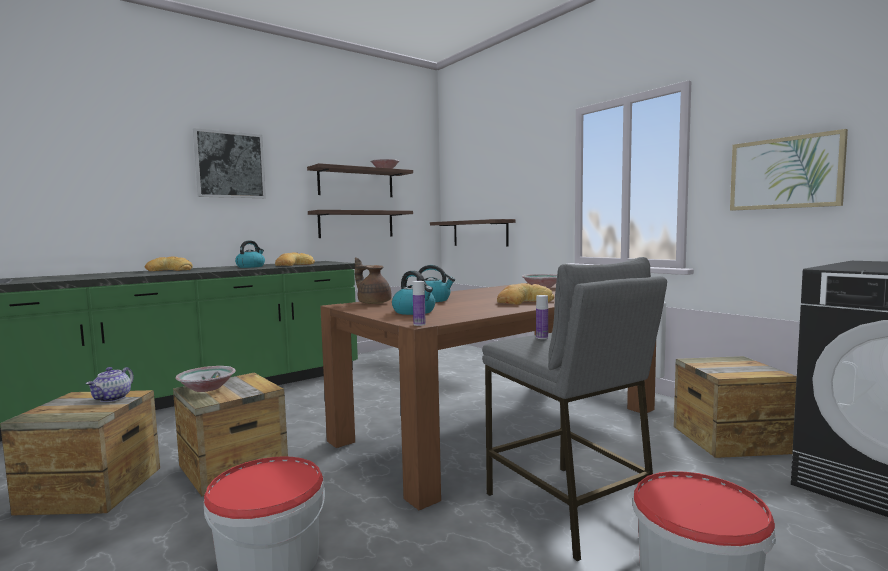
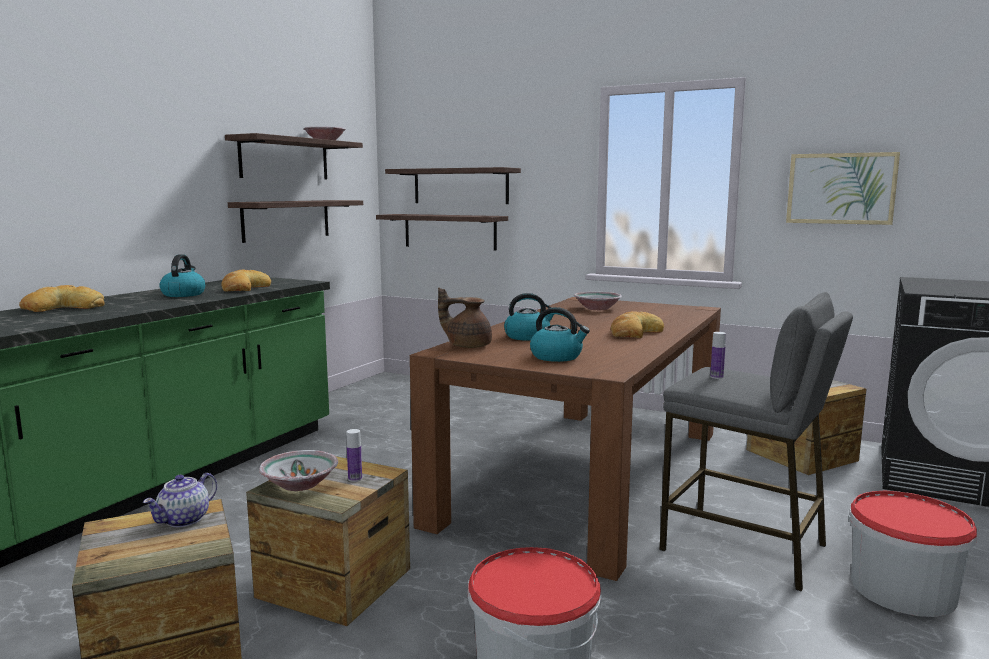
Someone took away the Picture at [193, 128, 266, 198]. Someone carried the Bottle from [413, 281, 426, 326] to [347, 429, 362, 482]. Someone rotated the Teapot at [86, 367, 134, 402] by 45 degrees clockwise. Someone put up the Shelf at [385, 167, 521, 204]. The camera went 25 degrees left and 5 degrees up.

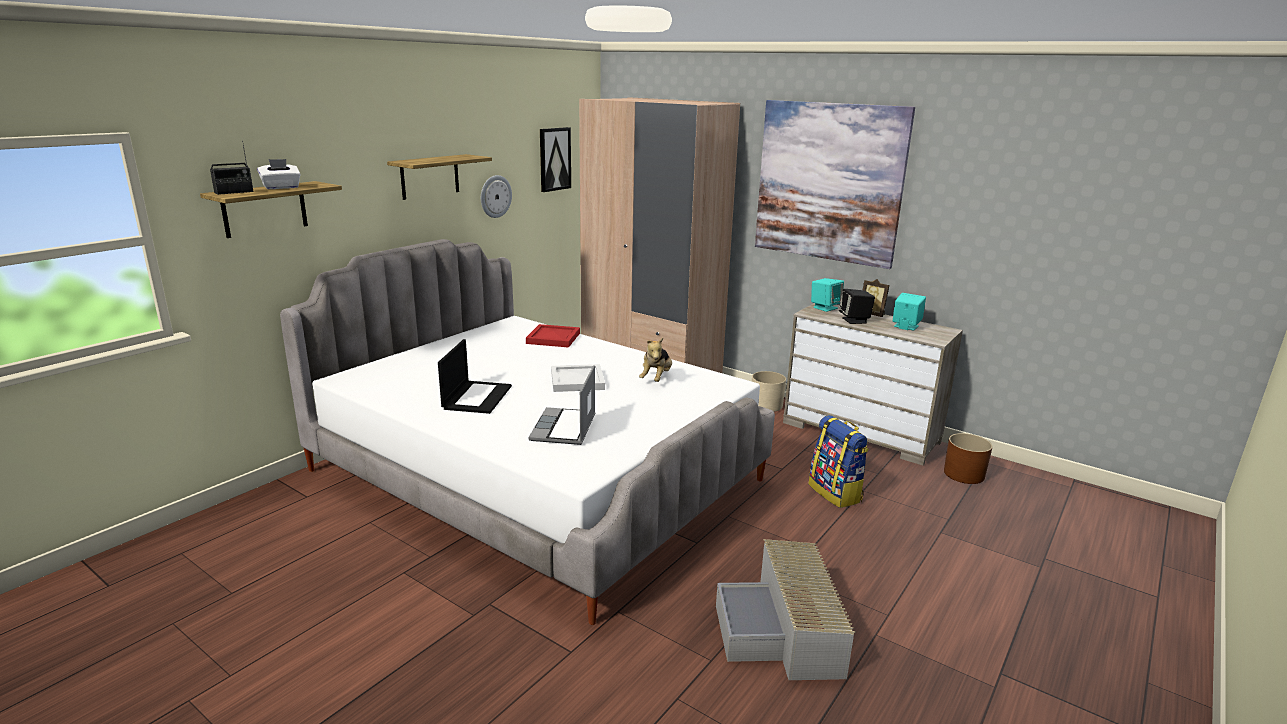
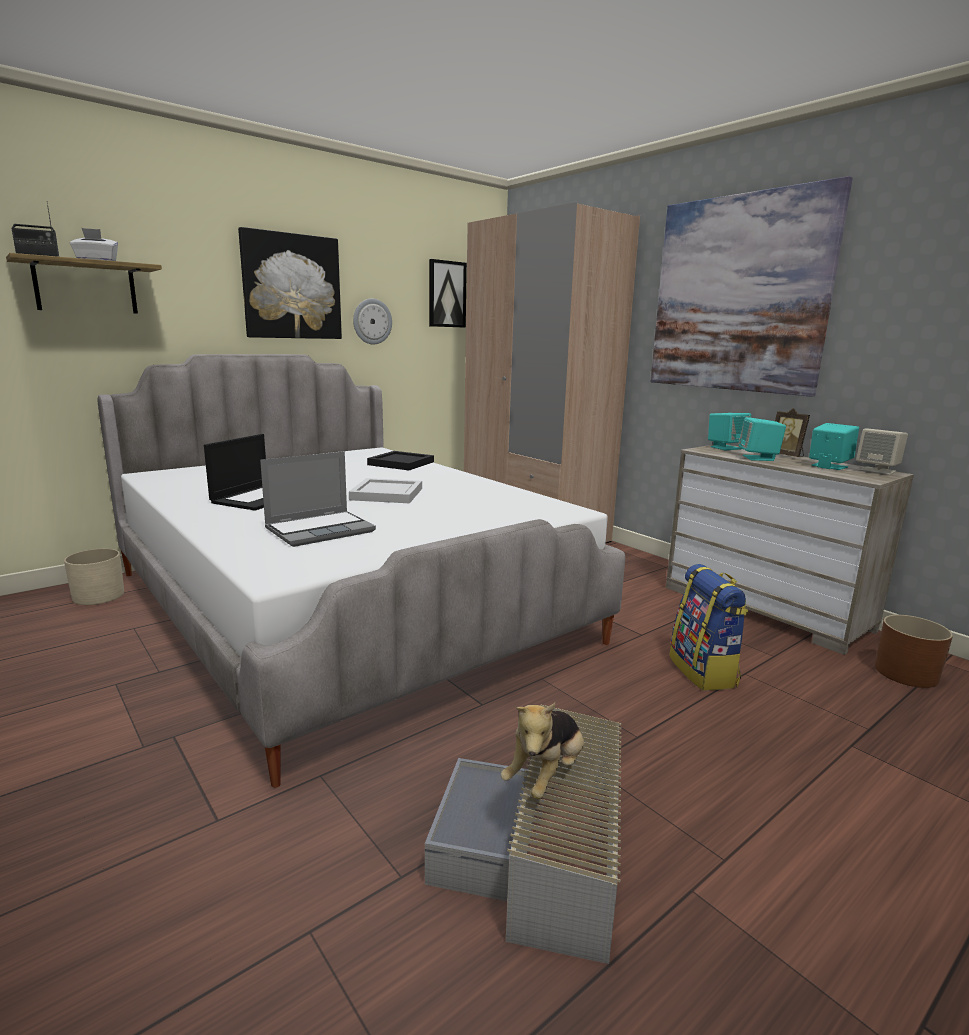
Someone swapped the Shelf at [387, 154, 492, 200] for the Picture at [238, 227, 342, 339]. Someone repainted the BlackSpeaker at [839, 289, 875, 324], which became the TurquoiseSpeaker at [739, 417, 786, 461]. Someone repainted the RedTray at [526, 324, 580, 348], which became the BlackTray at [367, 451, 434, 470]. Someone carried the PlushToy from [639, 338, 672, 382] to [501, 703, 584, 799]. Someone rotated the Laptop at [529, 365, 595, 445] by 150 degrees counterclockwise. Someone carried the BeigePlanter from [752, 371, 786, 412] to [64, 548, 124, 605]. Someone put down the BeigeSpeaker at [856, 428, 908, 475]. The camera went 15 degrees right and 5 degrees down.

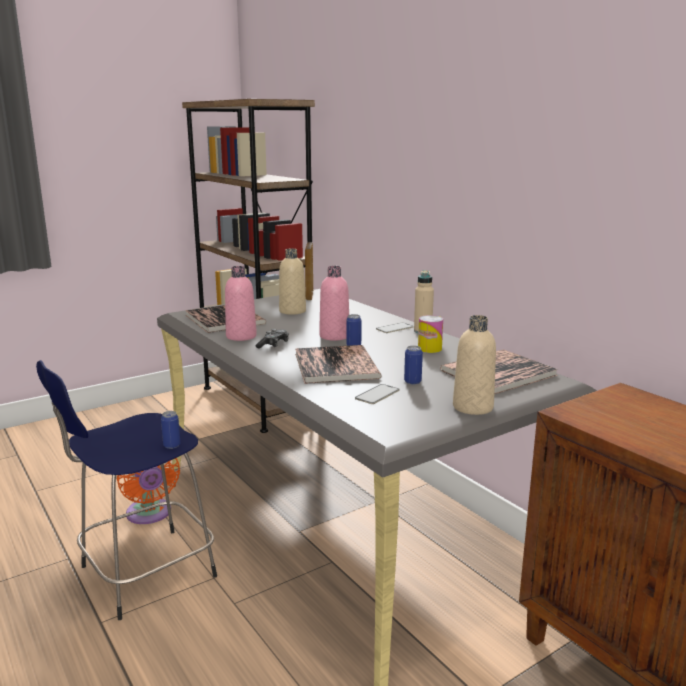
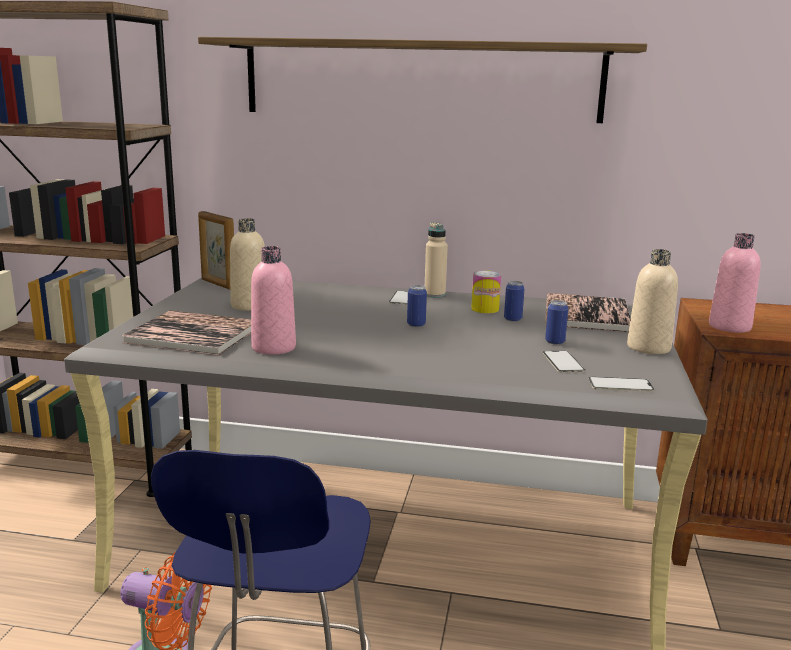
Someone carried the PinkBottle from [319, 266, 349, 341] to [709, 233, 761, 333]. Someone took away the GameController at [256, 329, 289, 348]. Someone took away the Book at [295, 345, 382, 384]. Someone carried the Can from [161, 411, 180, 449] to [504, 281, 525, 321]. Someone put up the Shelf at [198, 37, 647, 123]. Someone put down the Phone at [589, 377, 654, 392]. The camera went 45 degrees left and 0 degrees up.

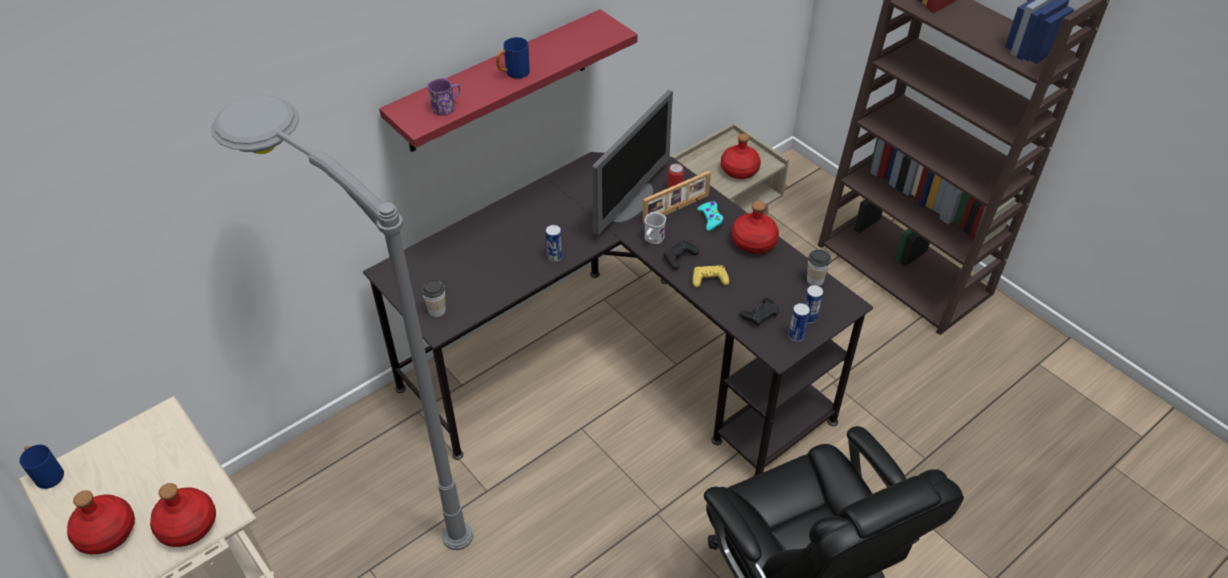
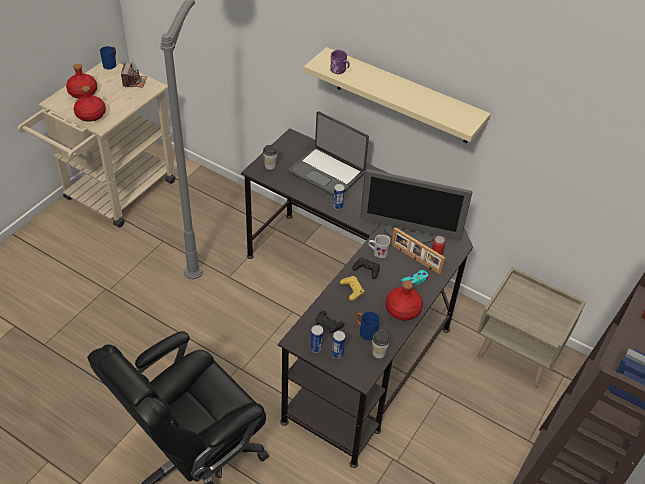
Someone repainted the RedShelf at [379, 9, 638, 152], which became the BeigeShelf at [304, 47, 491, 143]. Someone carried the BlueMug from [496, 37, 530, 79] to [356, 312, 380, 341]. Someone took away the RedBottle at [721, 133, 761, 179]. Someone put down the PhotoCamera at [121, 63, 147, 88]. Someone put down the Laptop at [289, 111, 369, 196]. The camera went 70 degrees right and 0 degrees up.

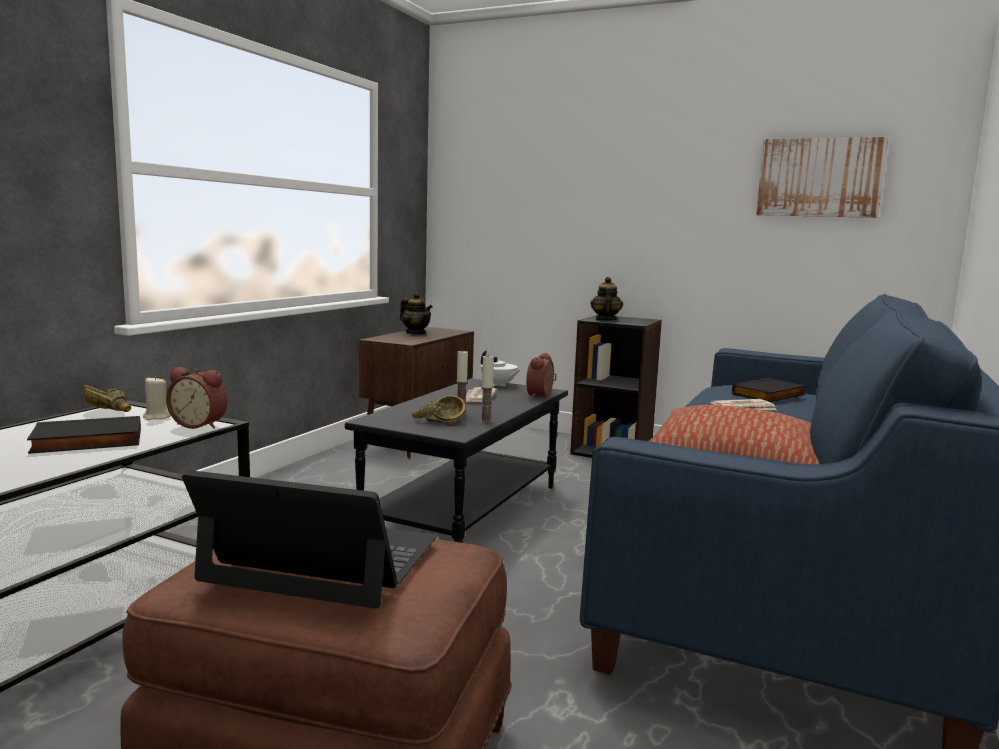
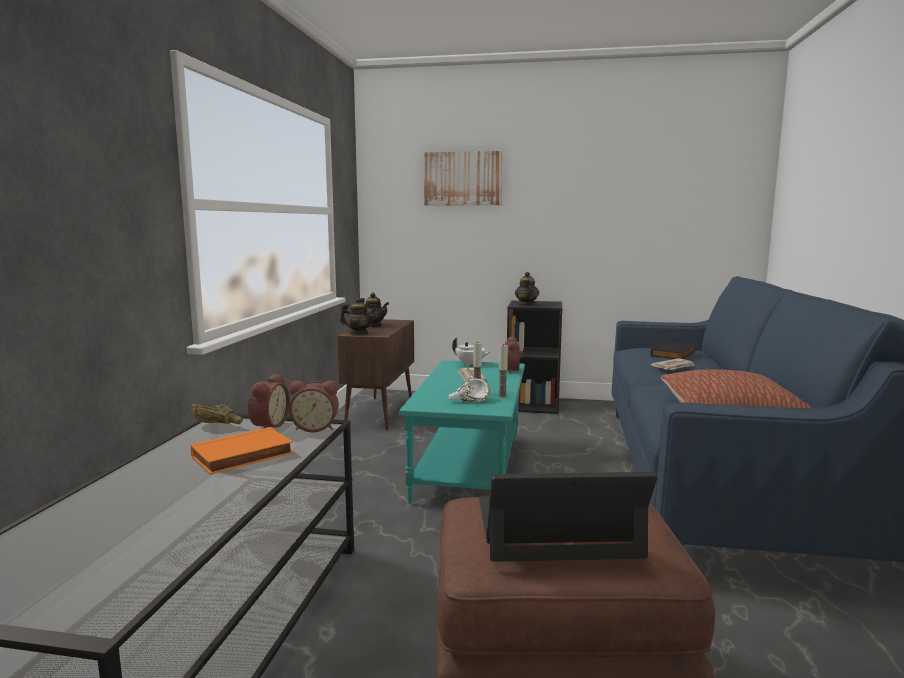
Someone carried the Picture from [756, 137, 889, 218] to [424, 151, 502, 206]. Someone swapped the BeigeCandle at [143, 376, 171, 420] for the AlarmClock at [248, 373, 290, 428]. Someone repainted the BlackCoffeeTable at [345, 378, 568, 543], which became the TurquoiseCoffeeTable at [399, 360, 525, 504]. Someone repainted the BrownBowl at [412, 395, 465, 424], which became the WhiteBowl at [448, 379, 490, 402]. Someone repainted the BlackBook at [27, 416, 141, 454], which became the OrangeBook at [191, 427, 294, 474]. Someone put down the Teapot at [340, 298, 377, 334]. The camera went 15 degrees left and 0 degrees up.

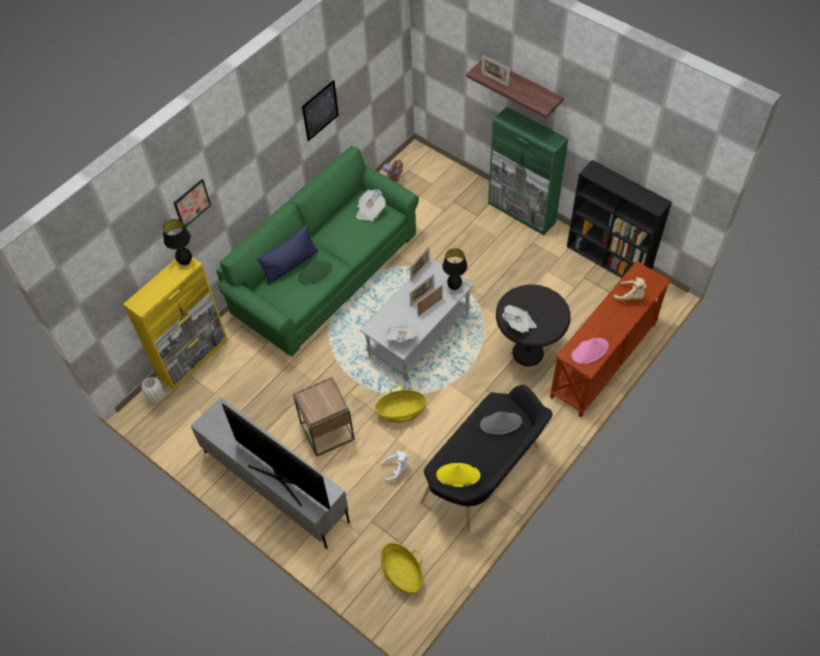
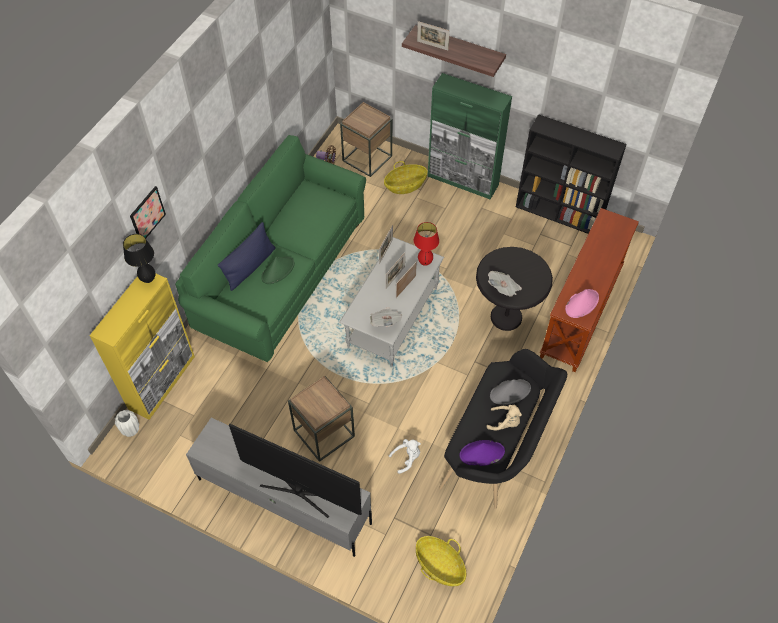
Someone took away the Picture at [302, 80, 339, 141]. Someone took away the Newspaper at [356, 189, 386, 222]. Someone repainted the BlackTableLamp at [442, 249, 467, 290], which became the RedTableLamp at [414, 222, 439, 266]. Someone carried the BeigePlushToy from [613, 277, 646, 300] to [487, 405, 522, 430]. Someone carried the Basket from [375, 385, 427, 423] to [384, 161, 427, 194]. Someone repainted the YellowHat at [436, 463, 480, 487], which became the PurpleHat at [459, 440, 505, 466]. Someone put down the BrownSideTable at [340, 102, 392, 177]. The camera went 15 degrees left and 0 degrees up.

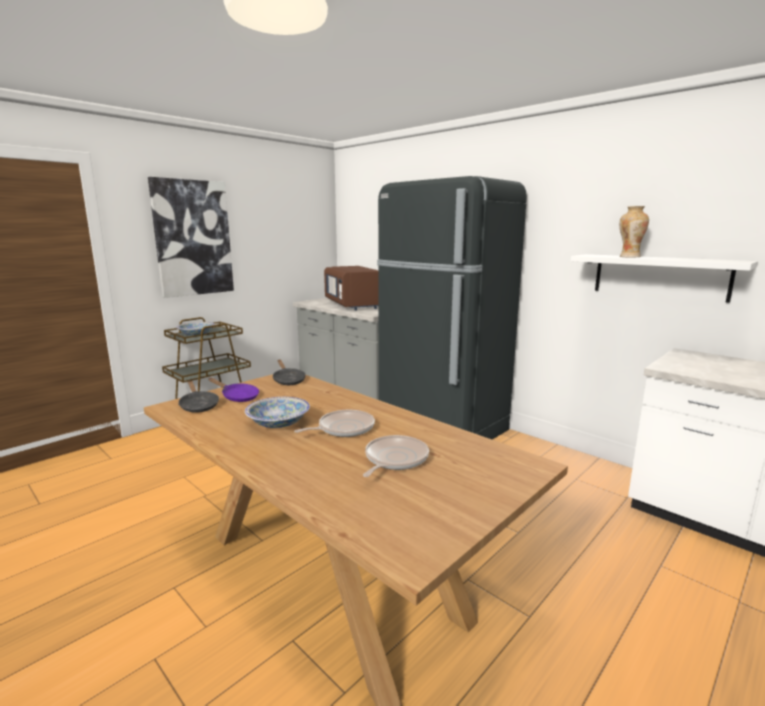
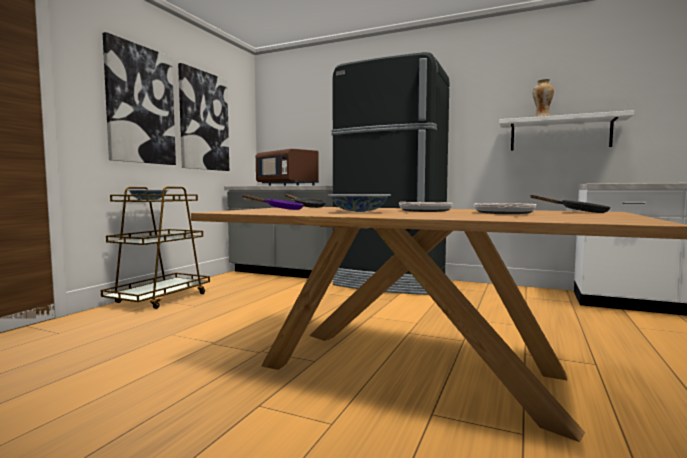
Someone carried the BlackFryingPan from [178, 381, 219, 413] to [530, 195, 611, 213]. Someone put up the Picture at [178, 63, 229, 171]. The camera went 20 degrees left and 10 degrees down.

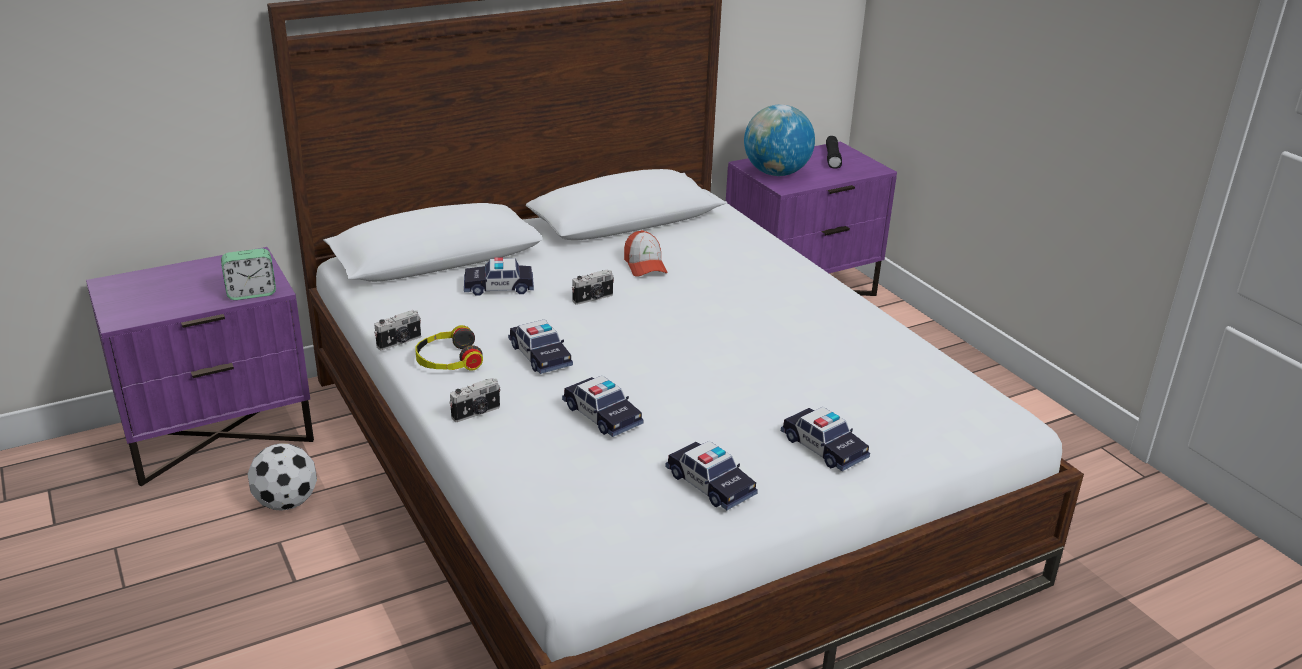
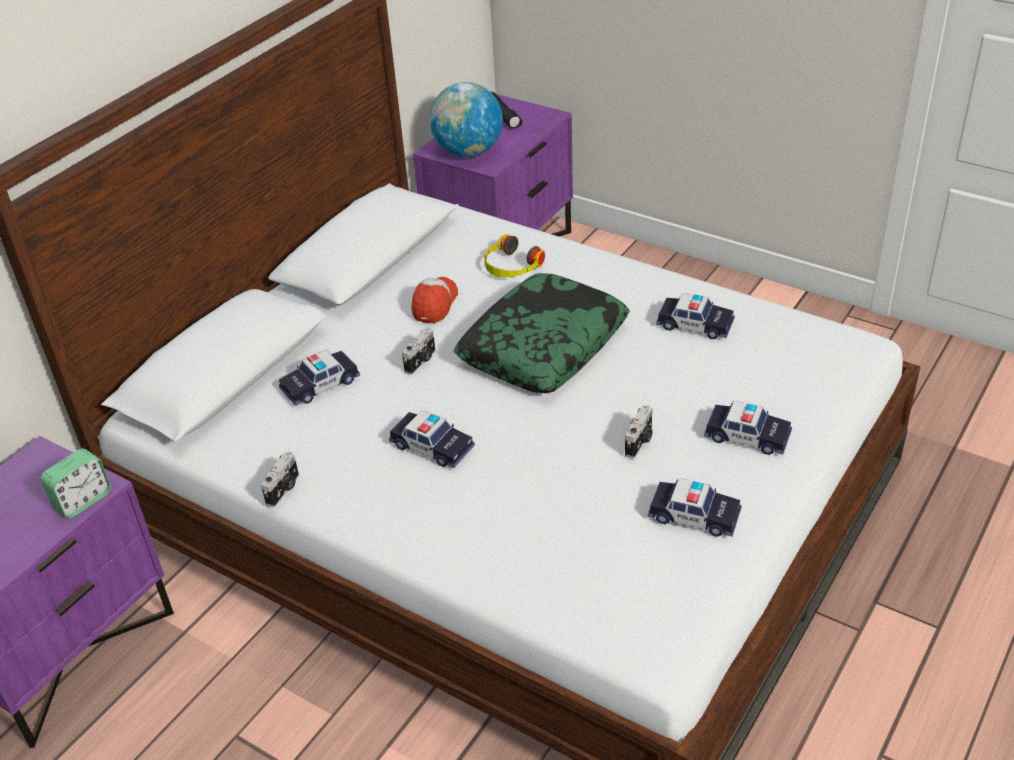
Someone rotated the Cap at [624, 230, 668, 277] by 120 degrees counterclockwise. Someone carried the Headphones from [415, 325, 483, 371] to [484, 234, 545, 277]. Someone carried the ToyCar from [562, 375, 644, 437] to [656, 293, 735, 339]. Someone carried the PhotoCamera from [449, 378, 501, 422] to [625, 405, 653, 459]. Someone took away the Football at [247, 443, 317, 510]. Someone put down the Pillow at [454, 273, 630, 393]. The camera went 25 degrees left and 10 degrees up.

